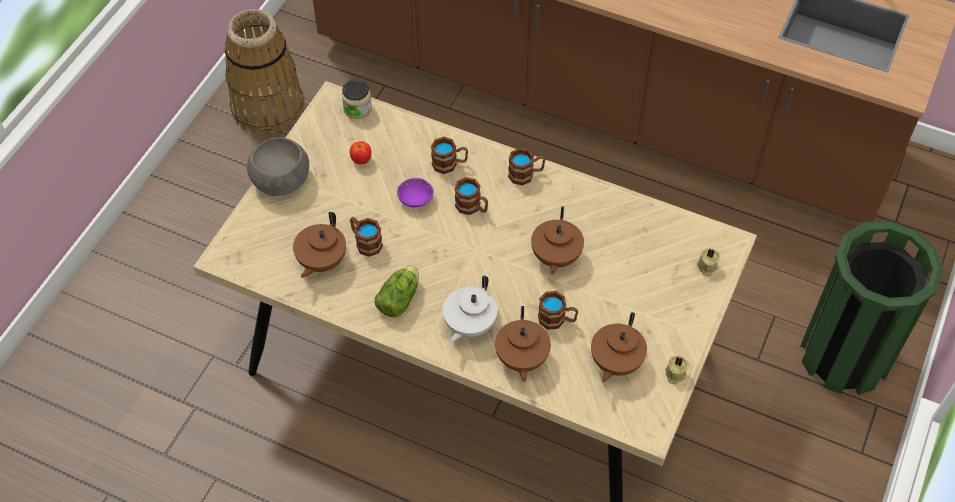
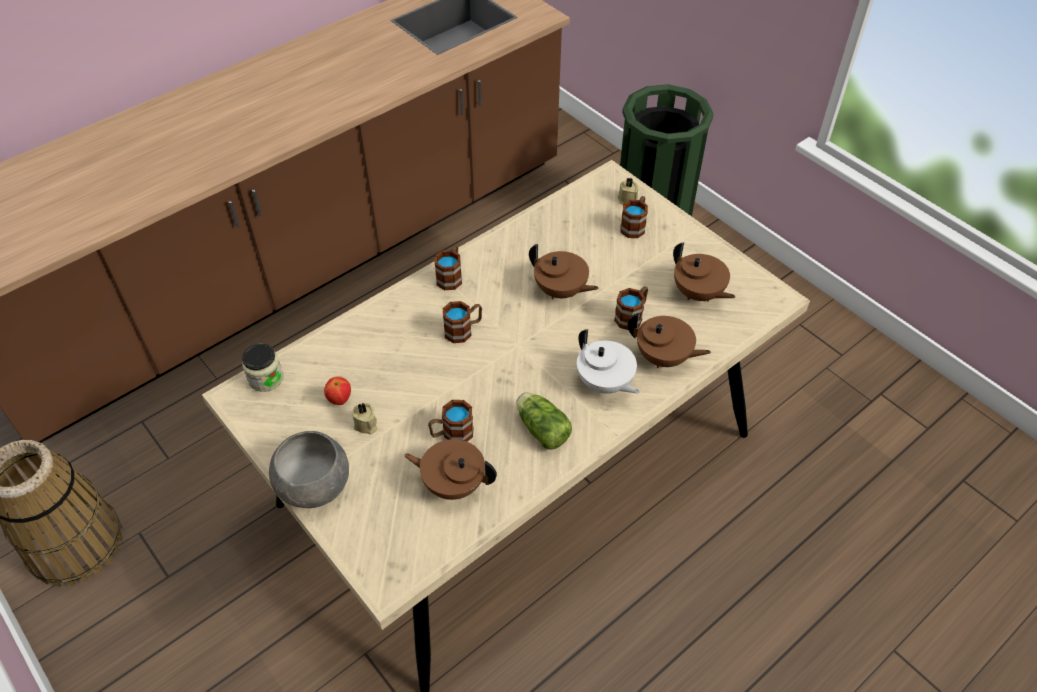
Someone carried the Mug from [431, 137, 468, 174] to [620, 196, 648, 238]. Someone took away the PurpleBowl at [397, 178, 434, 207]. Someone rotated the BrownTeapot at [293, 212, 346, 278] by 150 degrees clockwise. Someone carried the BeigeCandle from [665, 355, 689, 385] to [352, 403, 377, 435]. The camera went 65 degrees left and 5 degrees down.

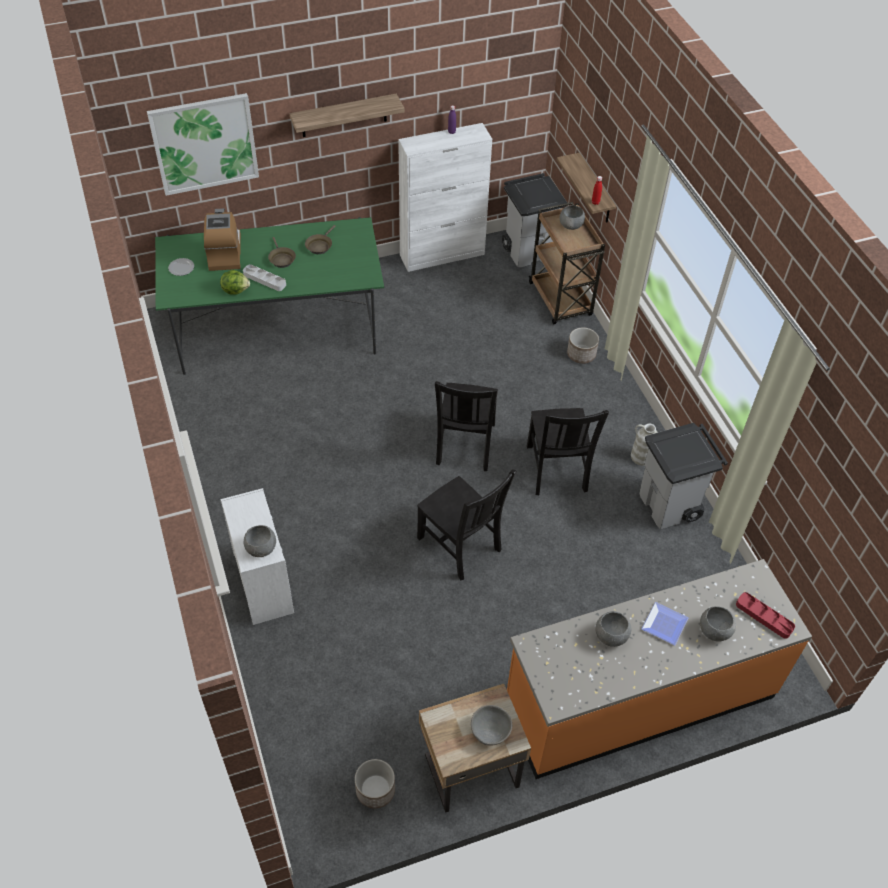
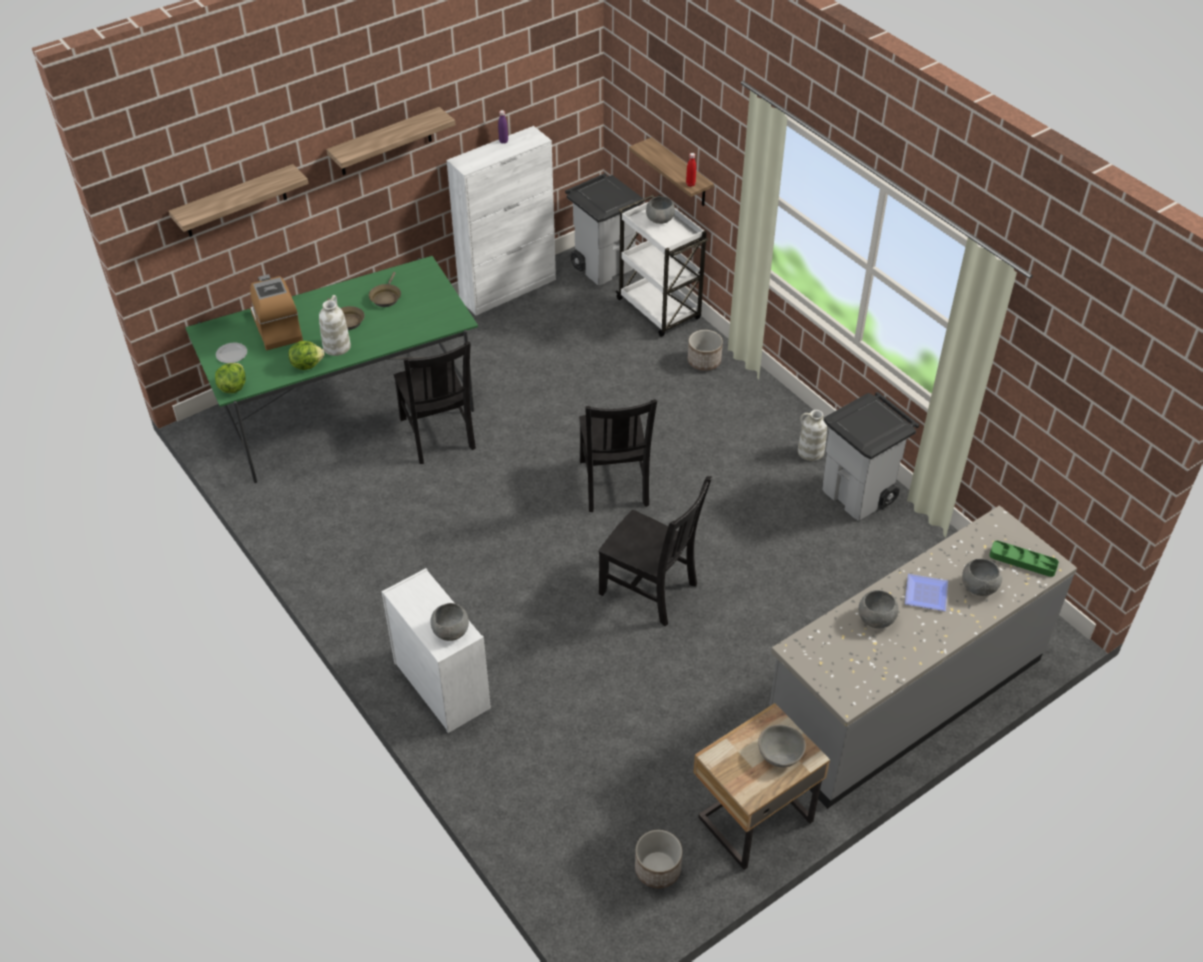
Someone swapped the Picture at [147, 93, 259, 196] for the Shelf at [169, 164, 308, 237]. Someone repainted the BrownCart at [529, 202, 605, 324], which became the WhiteCart at [615, 195, 708, 337]. Someone swapped the GreyTray at [243, 264, 286, 291] for the WhiteVase at [319, 295, 351, 356]. Someone carried the BlackChair from [527, 408, 609, 495] to [394, 342, 476, 464]. Someone repainted the OrangeCounter at [507, 559, 812, 779], which became the GreyCounter at [769, 505, 1077, 809]. Someone repainted the RedTray at [736, 592, 795, 639], which became the GreenTray at [989, 541, 1059, 577]. Someone put down the Lettuce at [215, 363, 246, 393]. The camera went 15 degrees left and 5 degrees down.

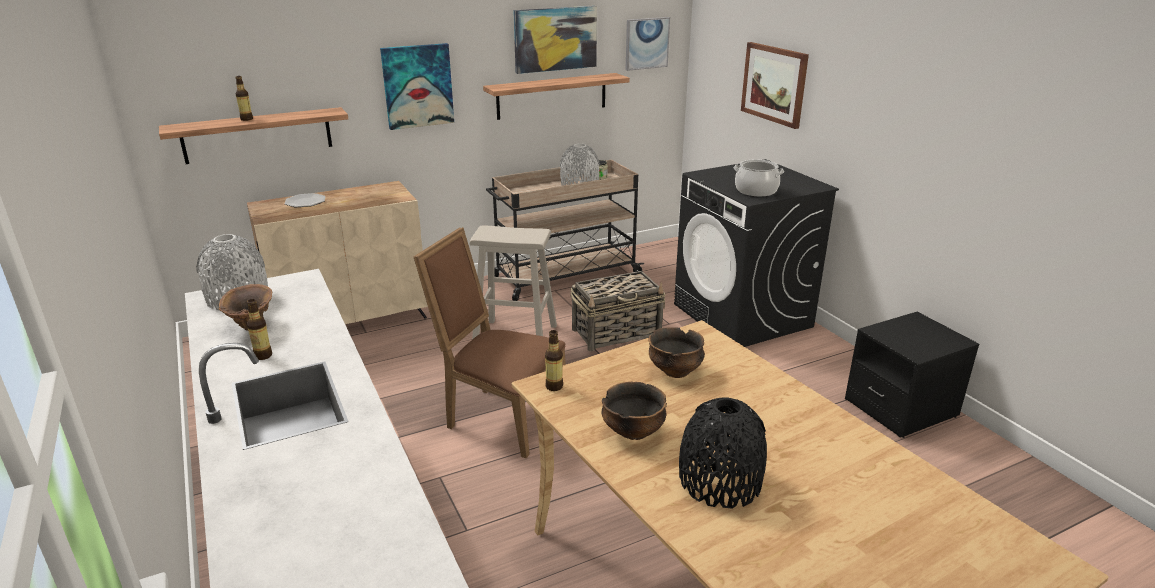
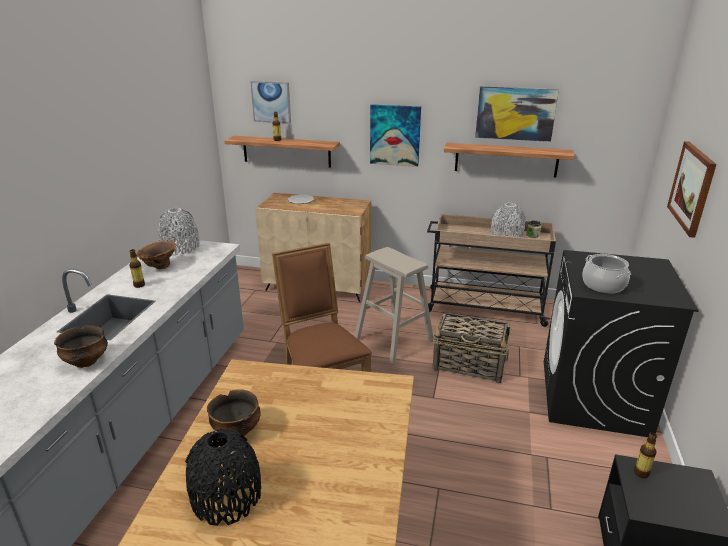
Someone carried the Picture from [626, 17, 670, 71] to [250, 81, 291, 124]. Someone carried the Bowl from [648, 327, 705, 378] to [54, 325, 108, 368]. Someone carried the Bottle from [545, 330, 563, 391] to [634, 432, 657, 478]. The camera went 40 degrees right and 0 degrees up.

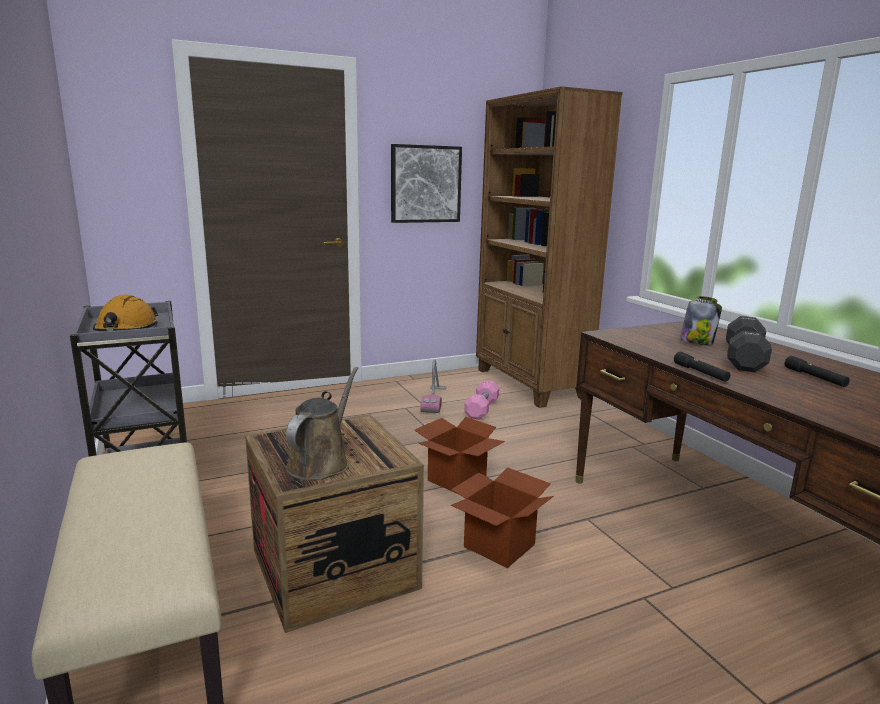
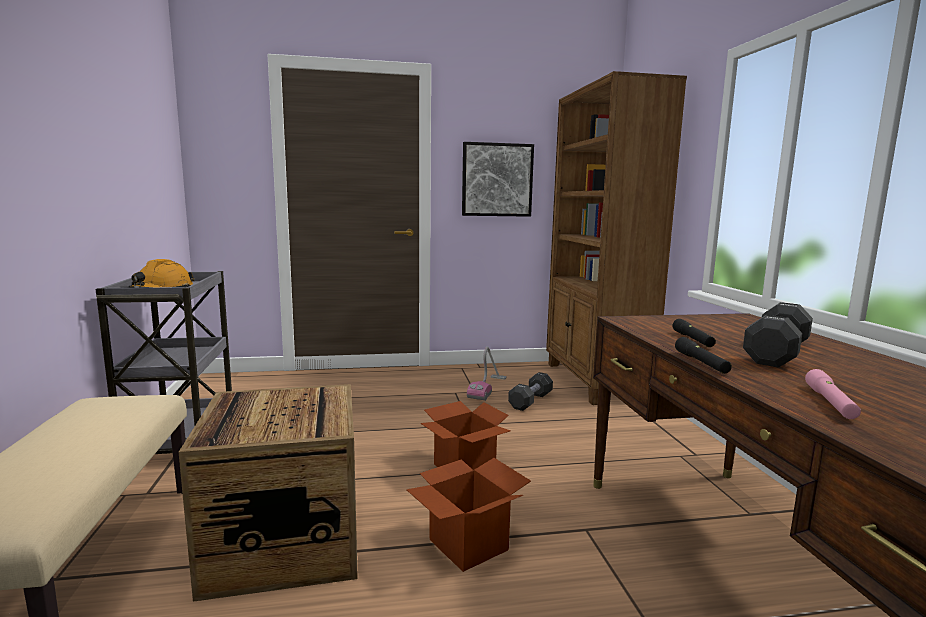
Someone took away the Jar at [680, 296, 722, 345]. Someone carried the BlackFlashlight from [784, 356, 850, 387] to [672, 319, 716, 347]. Someone took away the BrownWateringCan at [286, 367, 358, 480]. Someone repainted the PinkDumbbell at [464, 380, 499, 420], which became the BlackDumbbell at [508, 372, 553, 411]. Someone put down the PinkFlashlight at [805, 369, 861, 419]. The camera went 15 degrees right and 5 degrees down.

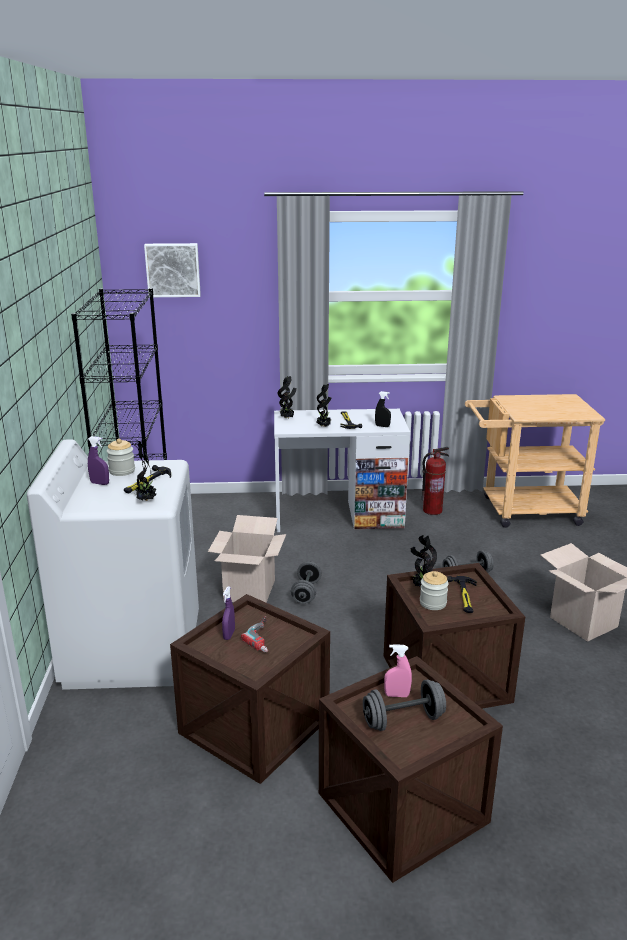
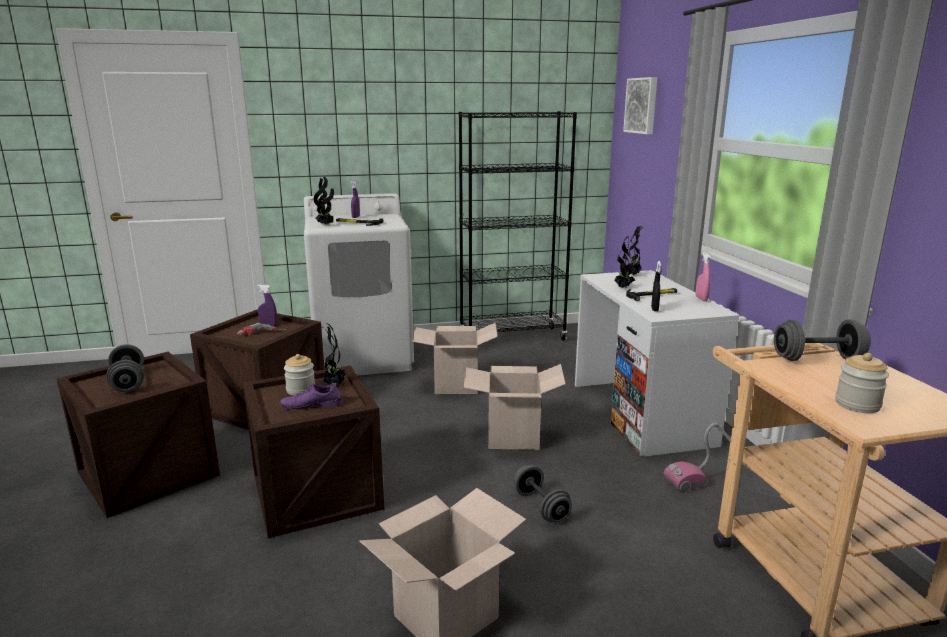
Someone carried the Jar from [107, 439, 135, 476] to [835, 353, 889, 413]. Someone swapped the FireExtinguisher at [422, 447, 449, 515] for the VacuumCleaner at [664, 423, 754, 492]. Someone carried the GreyDumbbell from [291, 561, 322, 604] to [774, 320, 871, 361]. Someone swapped the Hammer at [447, 576, 477, 613] for the PurpleShoe at [280, 382, 343, 410]. Someone carried the PinkSprayBottle from [384, 644, 412, 697] to [696, 252, 711, 301]. Someone put down the CardboardBox at [463, 364, 566, 450]. The camera went 80 degrees right and 5 degrees down.

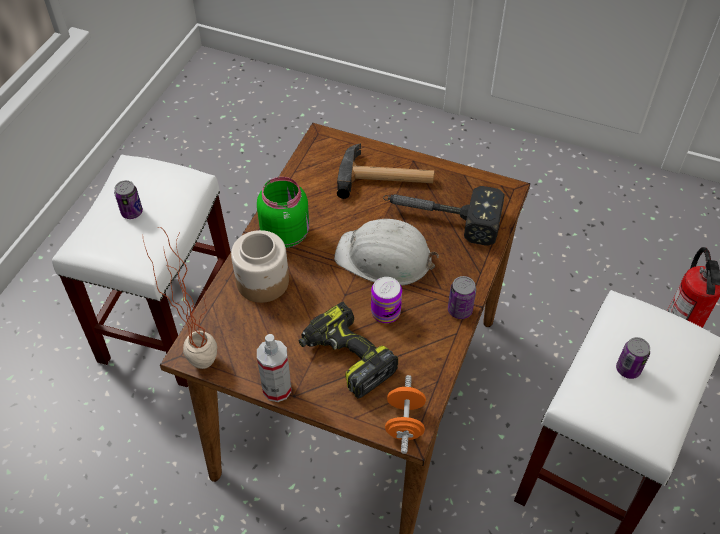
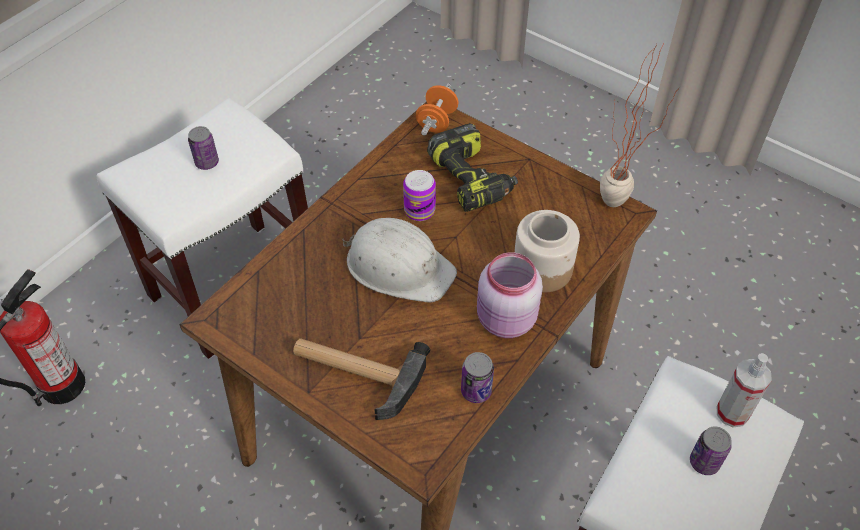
Someone repainted the GreenJar at [257, 177, 309, 248], which became the PinkJar at [477, 252, 543, 338]. Someone took away the Hammer at [383, 186, 505, 246]. Someone carried the Can from [448, 276, 476, 319] to [461, 352, 494, 403]. Someone carried the SprayBottle from [257, 334, 292, 402] to [717, 353, 772, 427]. The camera went 165 degrees left and 0 degrees up.

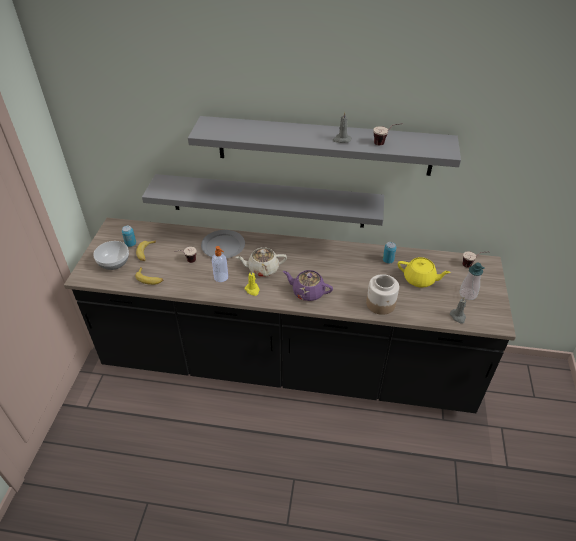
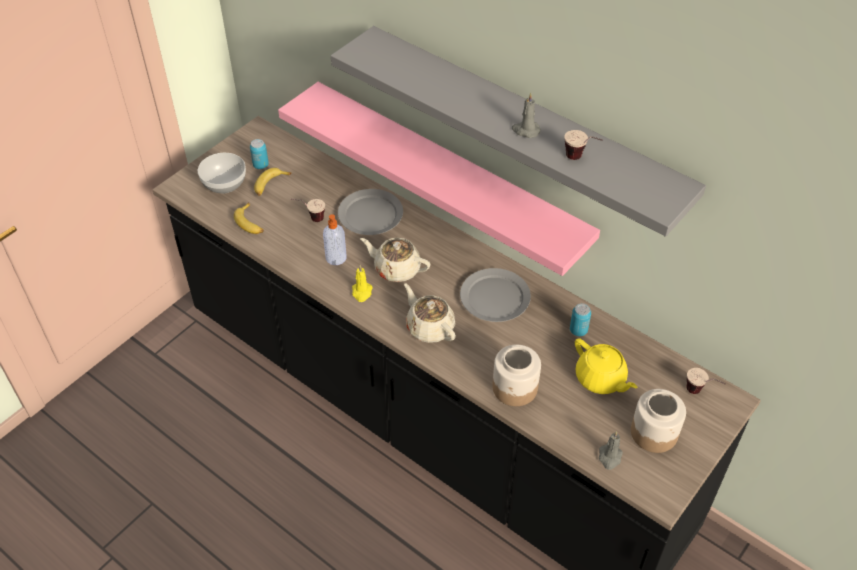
Someone repainted the GreyShelf at [142, 174, 384, 228], which became the PinkShelf at [278, 82, 600, 276]. Someone swapped the SoapDispenser at [459, 262, 484, 300] for the Jar at [631, 389, 686, 453]. Someone repainted the PurpleTeapot at [283, 270, 333, 301], which became the BeigeTeapot at [404, 284, 456, 343]. Someone put down the GreyPlate at [460, 268, 531, 322]. The camera went 30 degrees right and 5 degrees up.

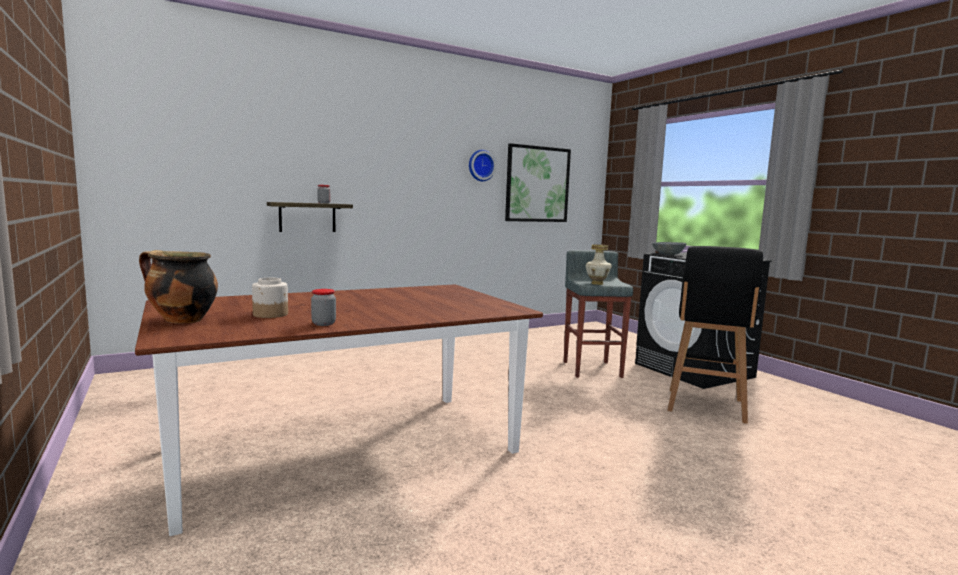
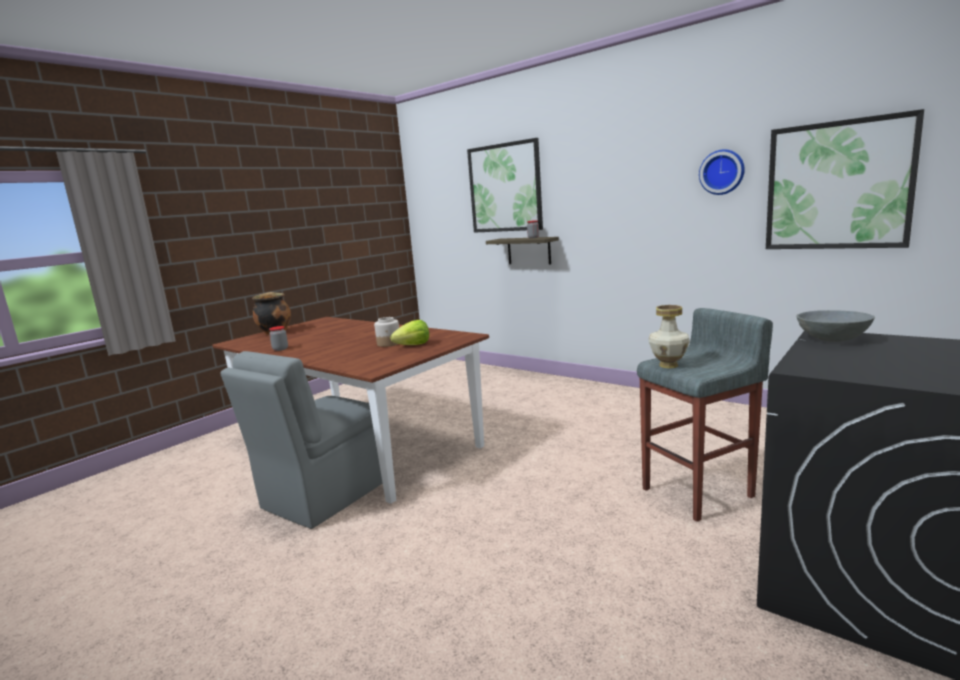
Someone took away the BlackStool at [667, 246, 763, 424]. Someone carried the Jar from [252, 278, 288, 318] to [374, 317, 399, 347]. Someone put up the Picture at [467, 138, 543, 233]. Someone put down the Lettuce at [391, 320, 429, 345]. Someone put down the GreyChair at [220, 351, 383, 529]. The camera went 70 degrees right and 5 degrees up.

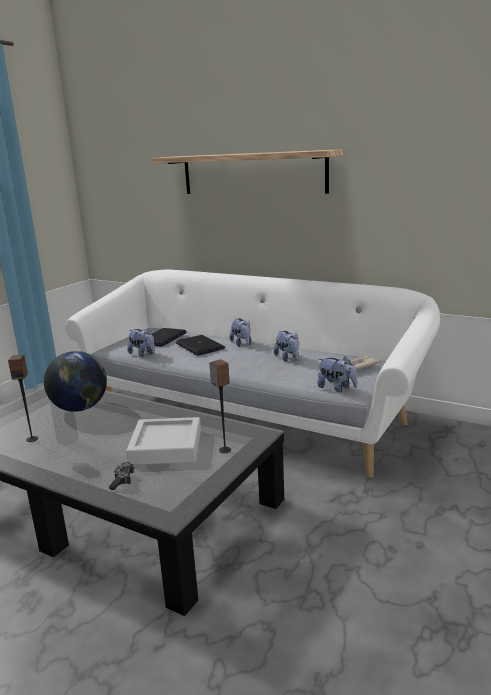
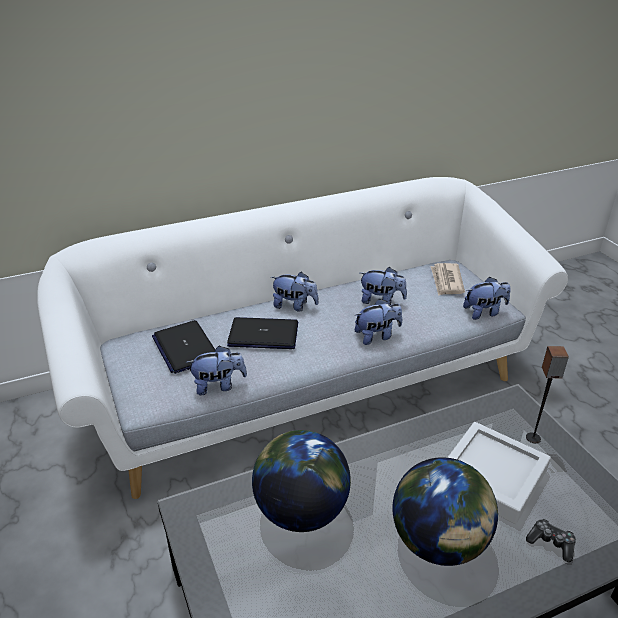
Someone took away the Shelf at [151, 149, 344, 194]. Someone took away the Speaker at [8, 355, 38, 442]. Someone put down the PlushToy at [355, 299, 402, 345]. Someone put down the Globe at [392, 457, 498, 566]. The camera went 55 degrees left and 15 degrees up.

